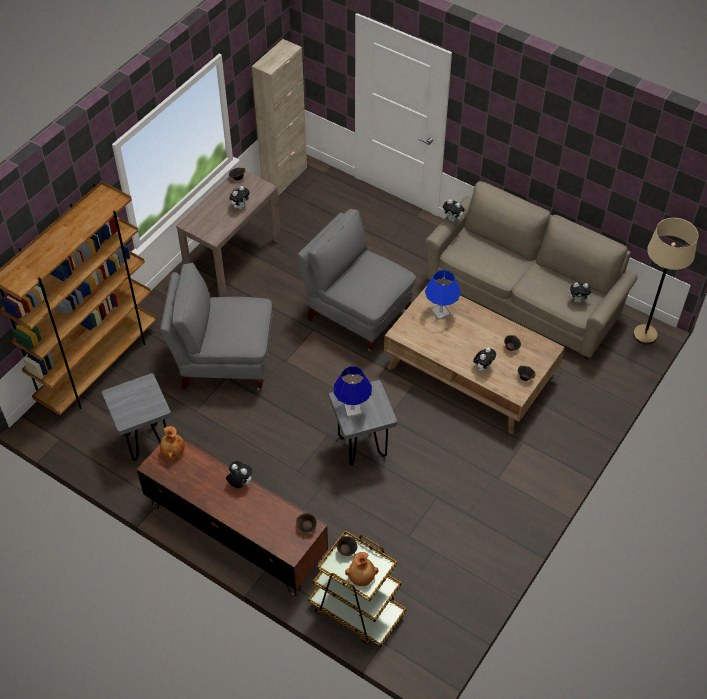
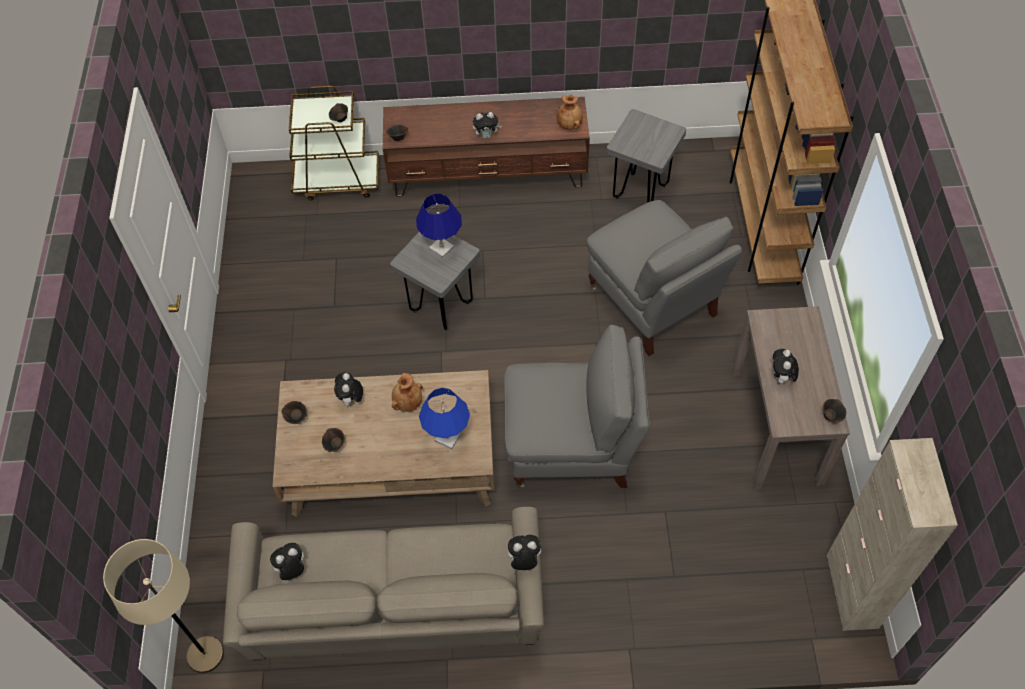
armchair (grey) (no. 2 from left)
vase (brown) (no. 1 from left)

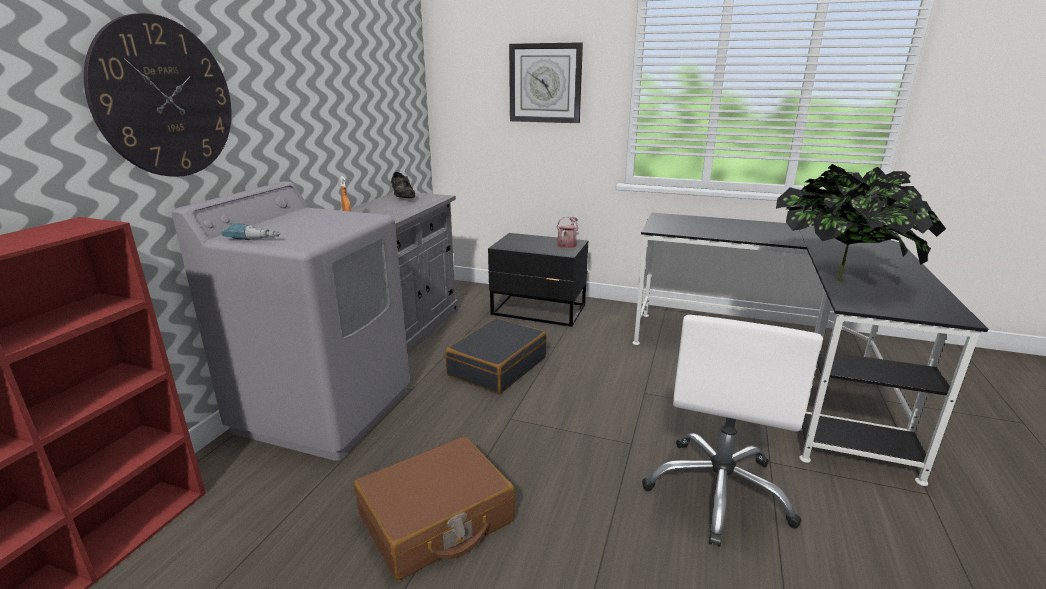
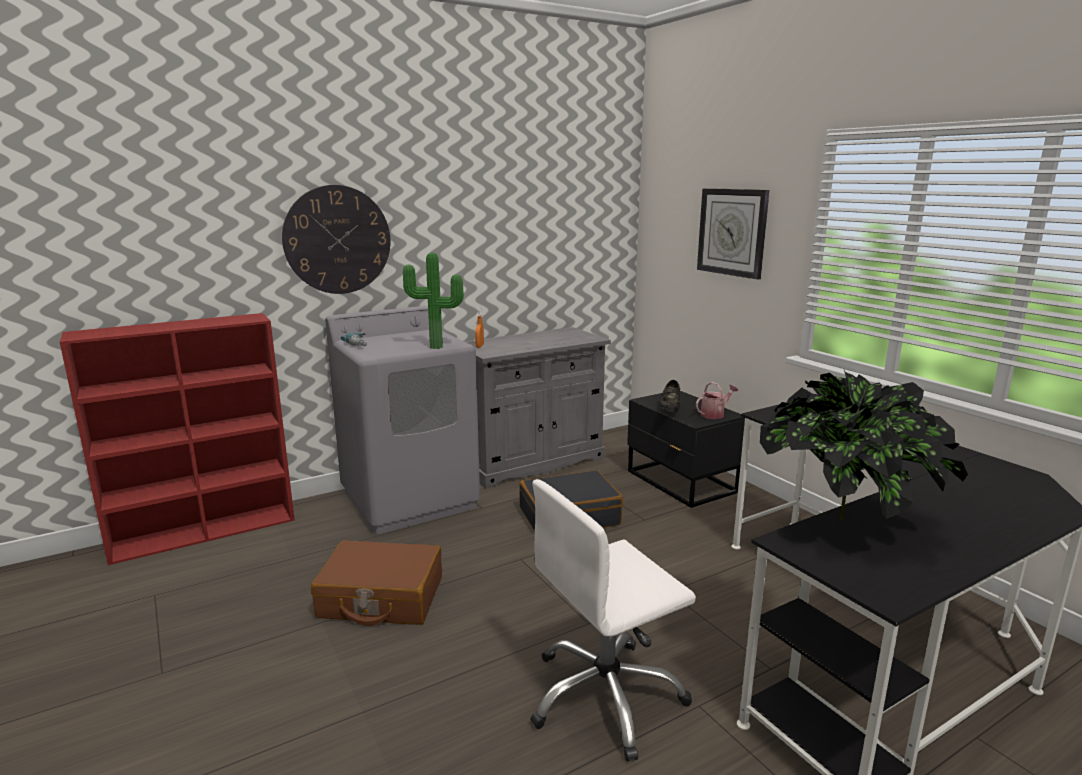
shoe (black)
potted plant (no. 1 from left)

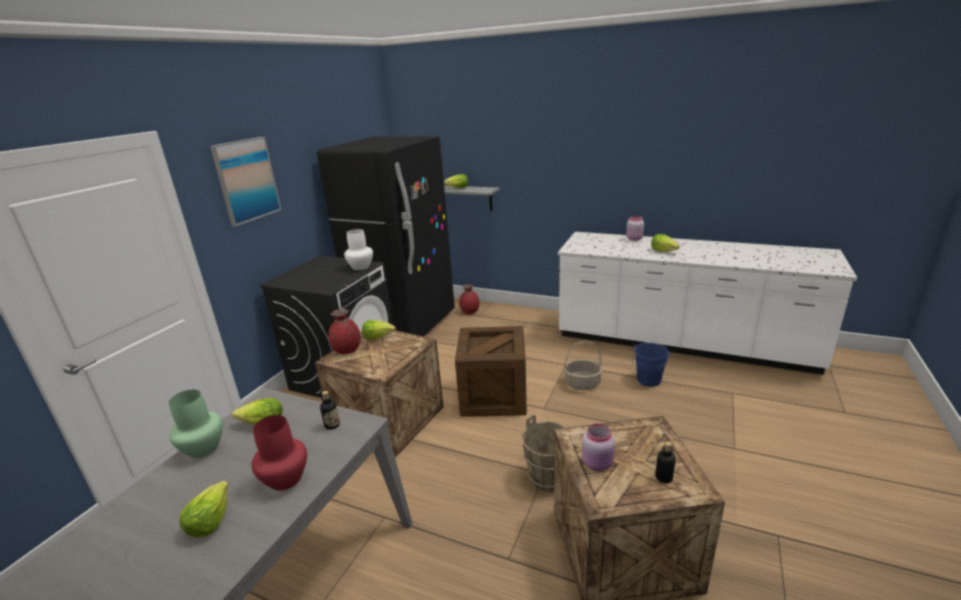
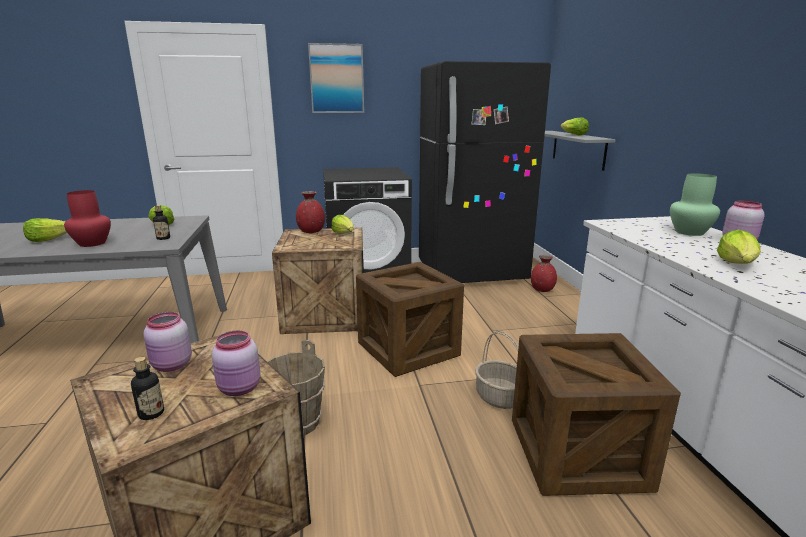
vase (white)
crate (no. 4 from left)
vase (green)
jar (pink) (no. 2 from left)

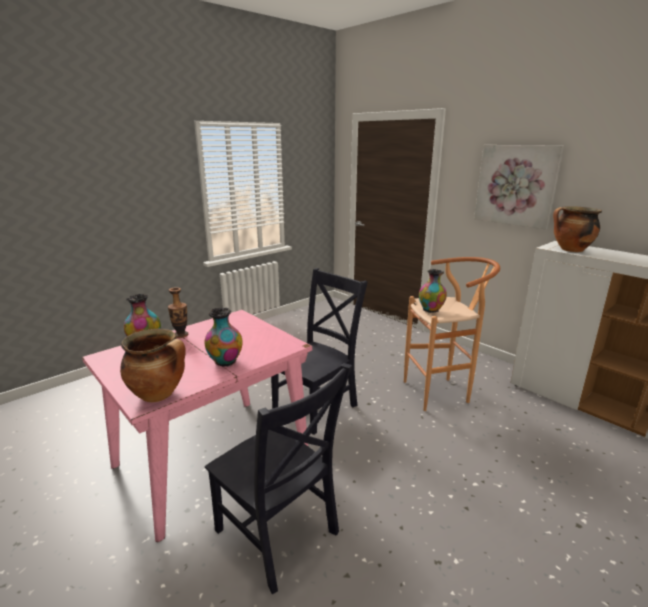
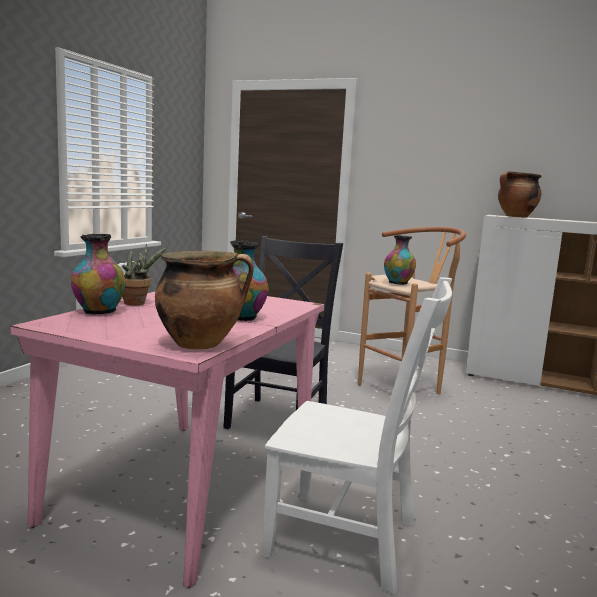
picture
potted plant
chair (white)

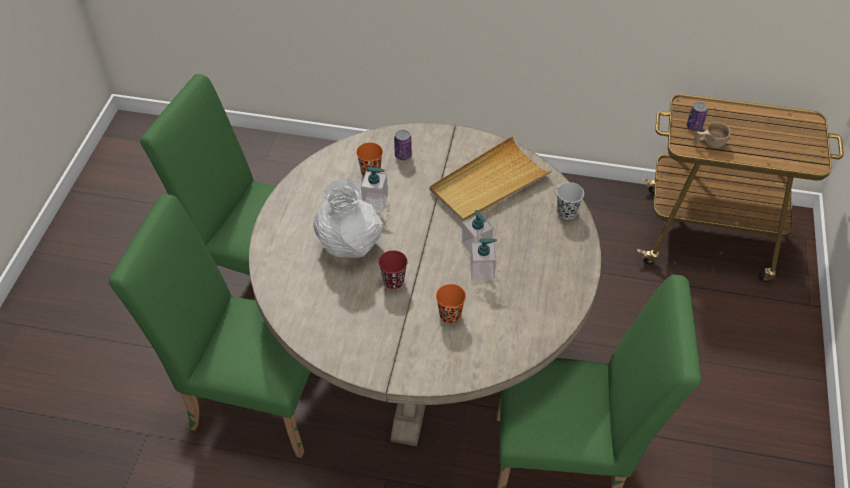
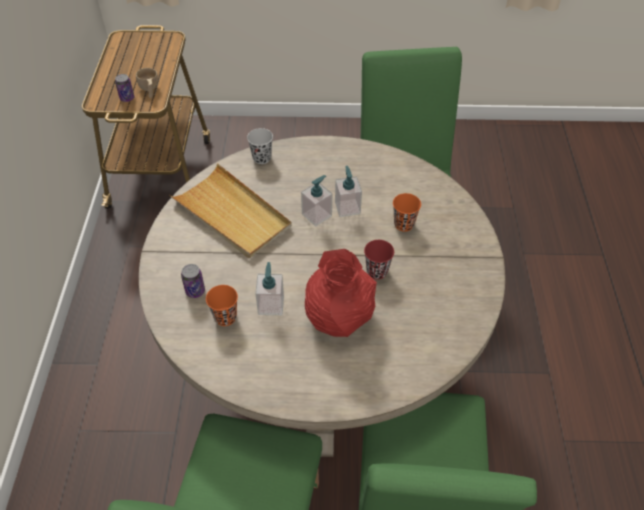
vase (red)

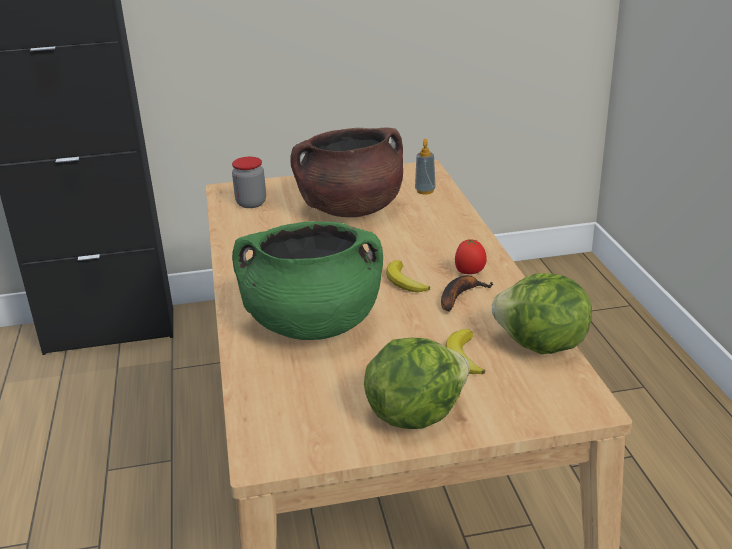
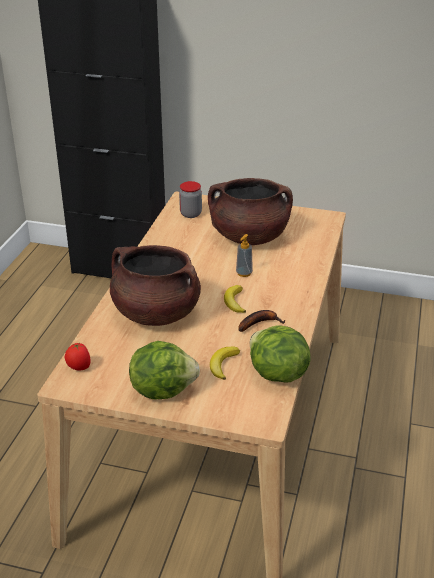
soap dispenser
cooking pot (brown) (no. 1 from left)
tomato

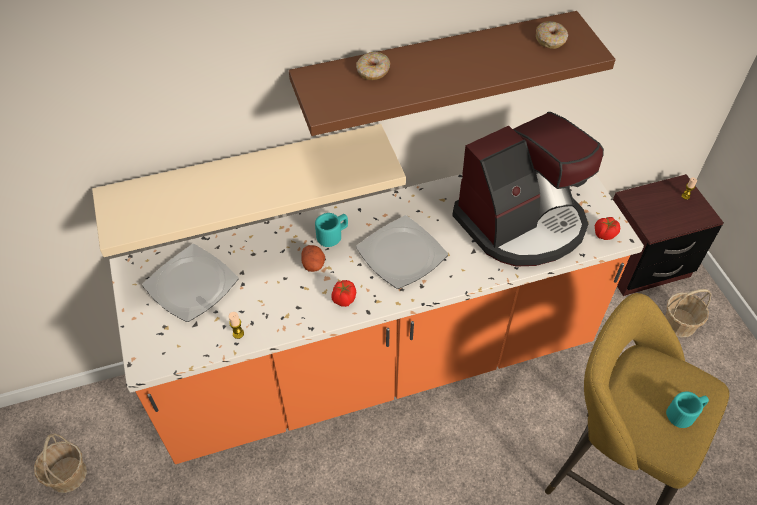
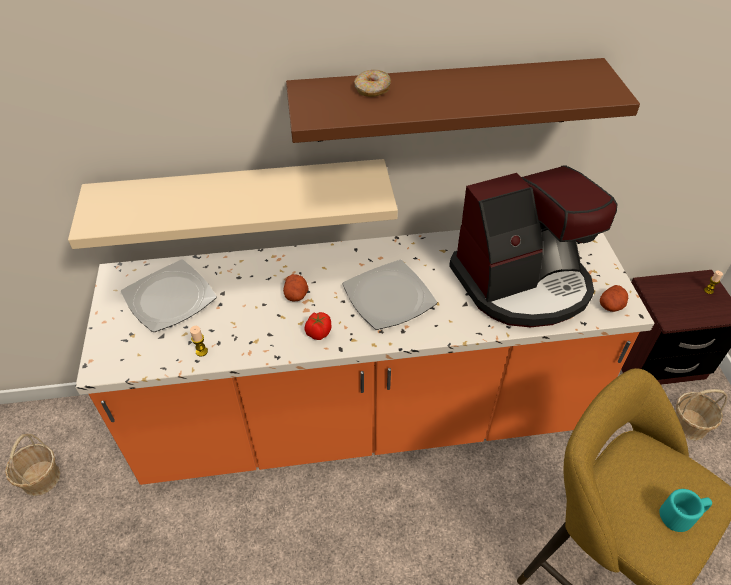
donut (no. 2 from left in the first image)
mug (turquoise) (no. 1 from left in the first image)
potato (no. 2 from left)

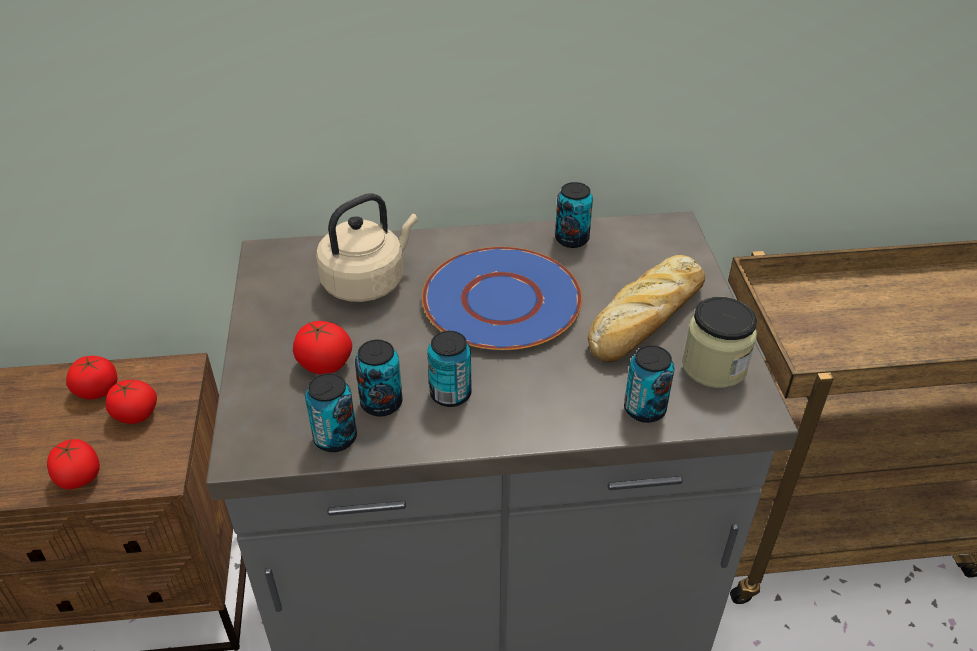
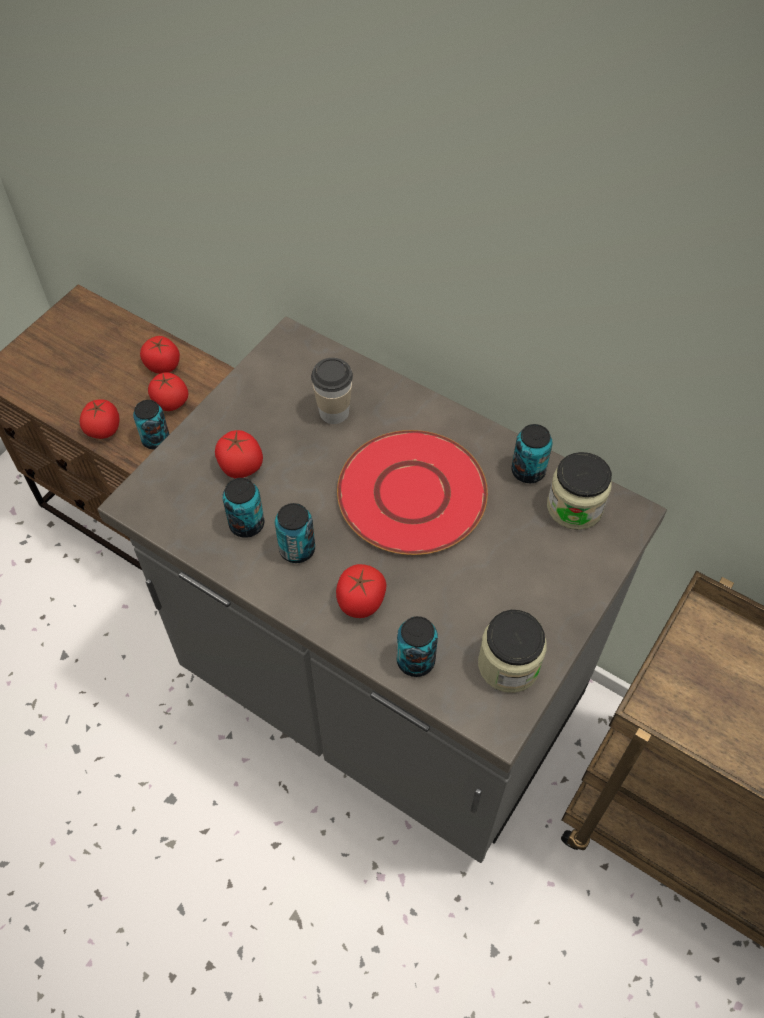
cup
plate (red)
bread
can (no. 1 from left)
jar (no. 2 from left)
tomato (no. 5 from left)

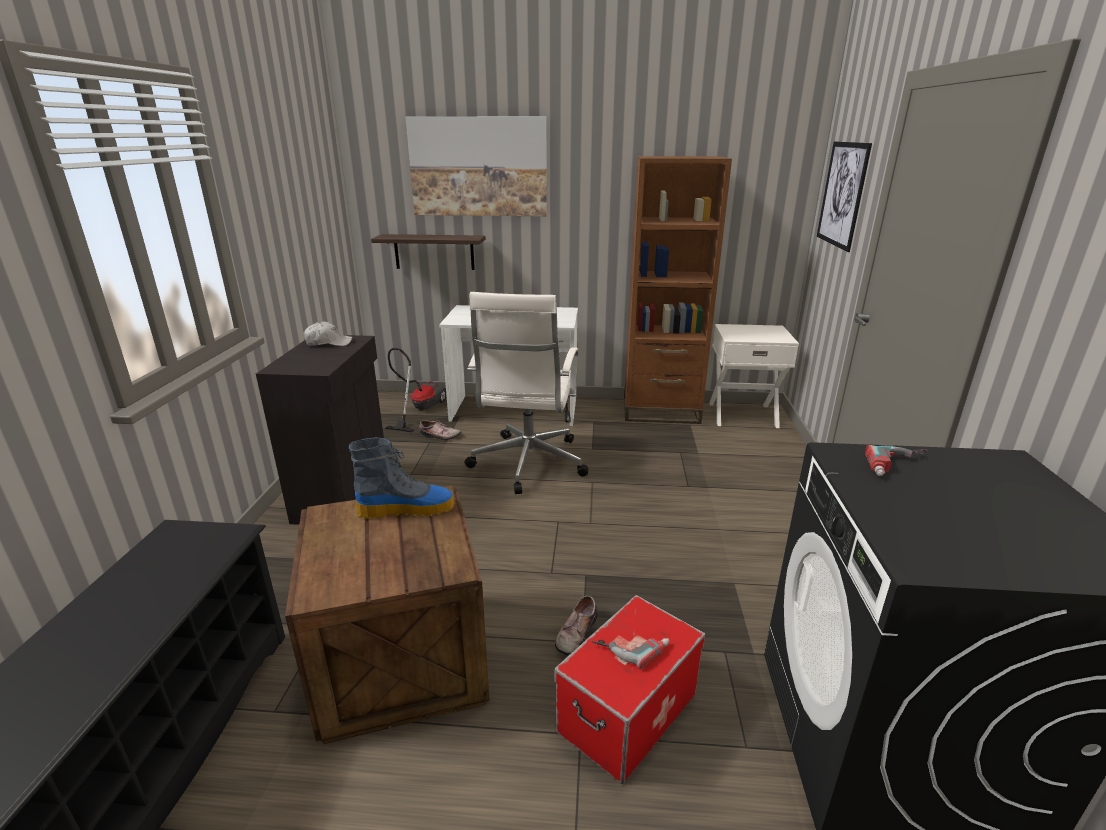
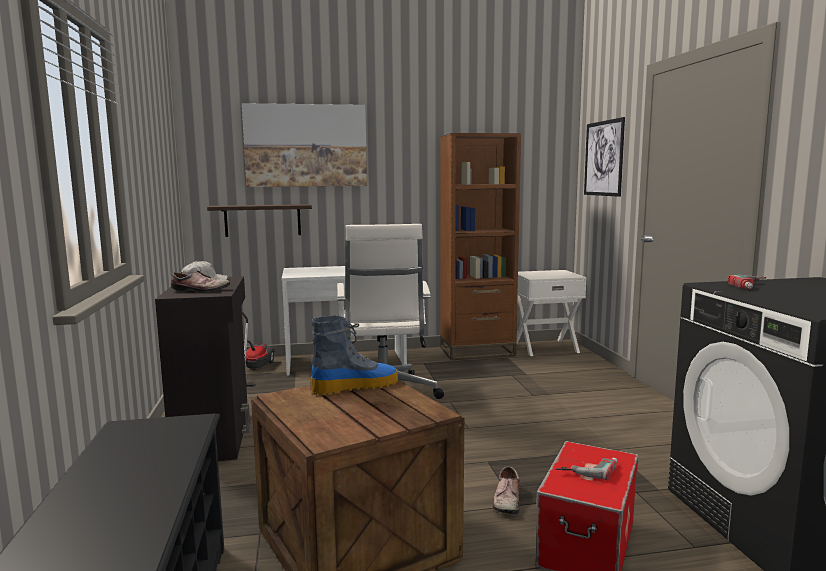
shoe (no. 1 from left)

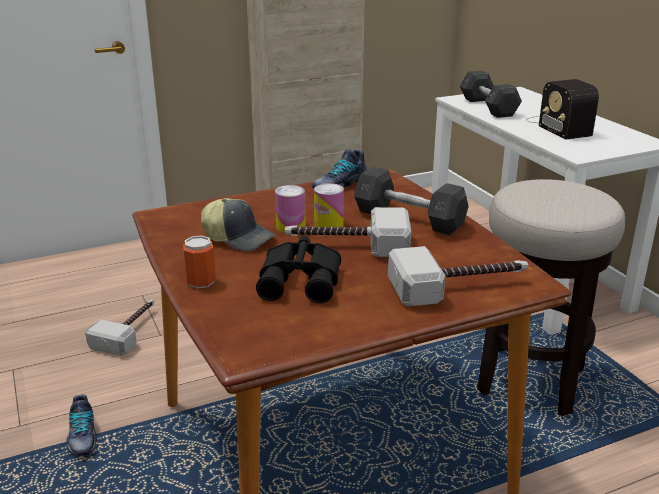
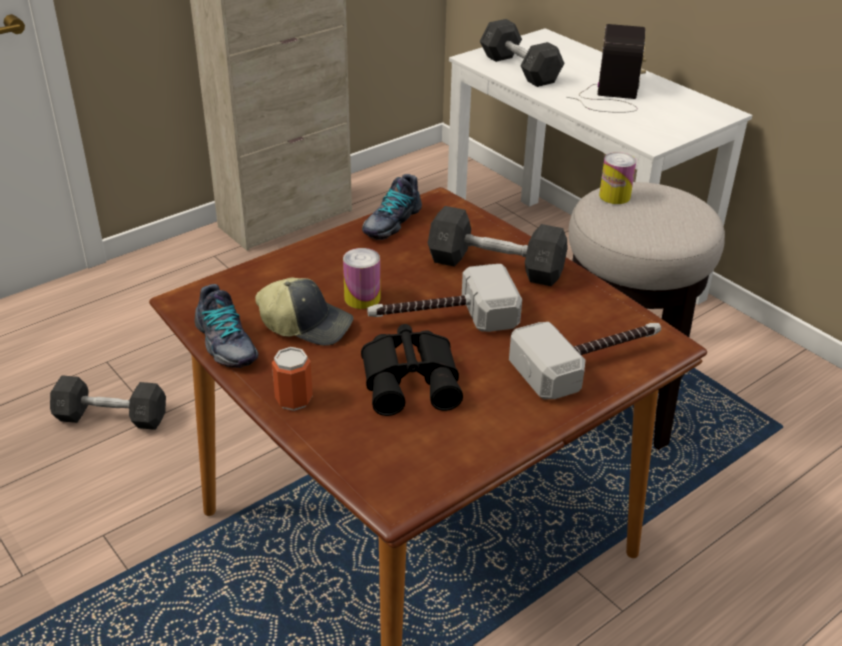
radio
can (no. 3 from left)
dumbbell (grey) (no. 1 from left)
shoe (no. 1 from left)

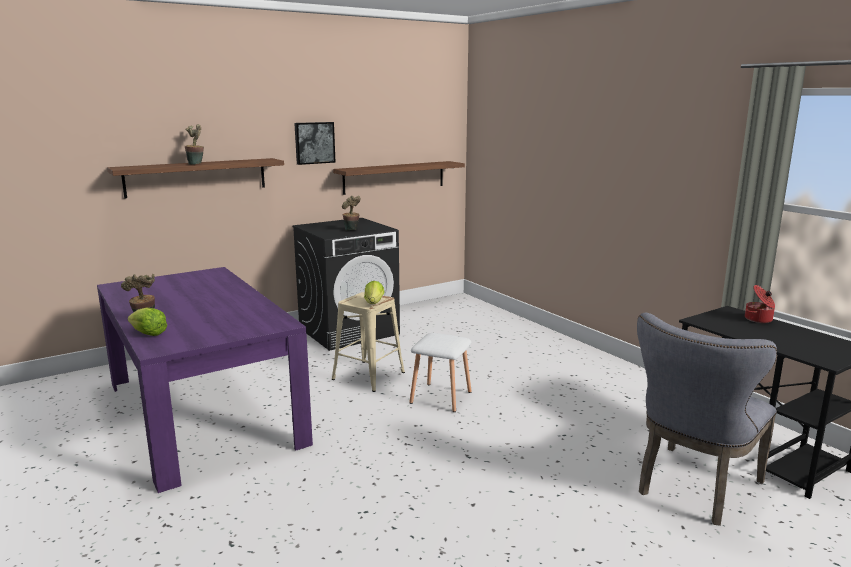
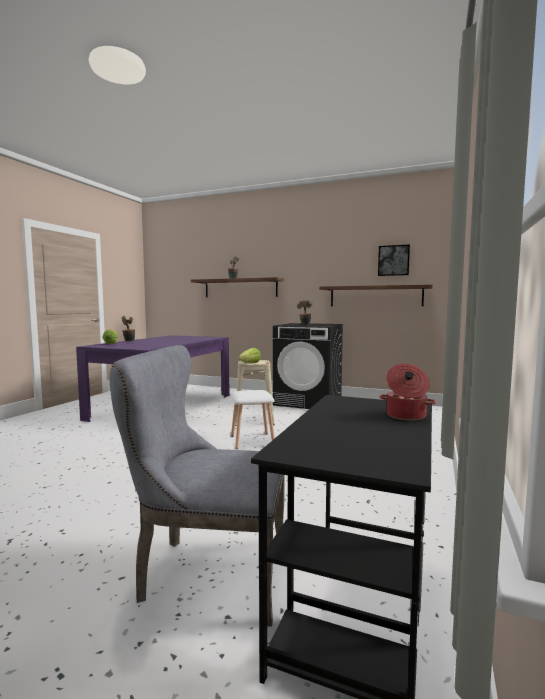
picture

